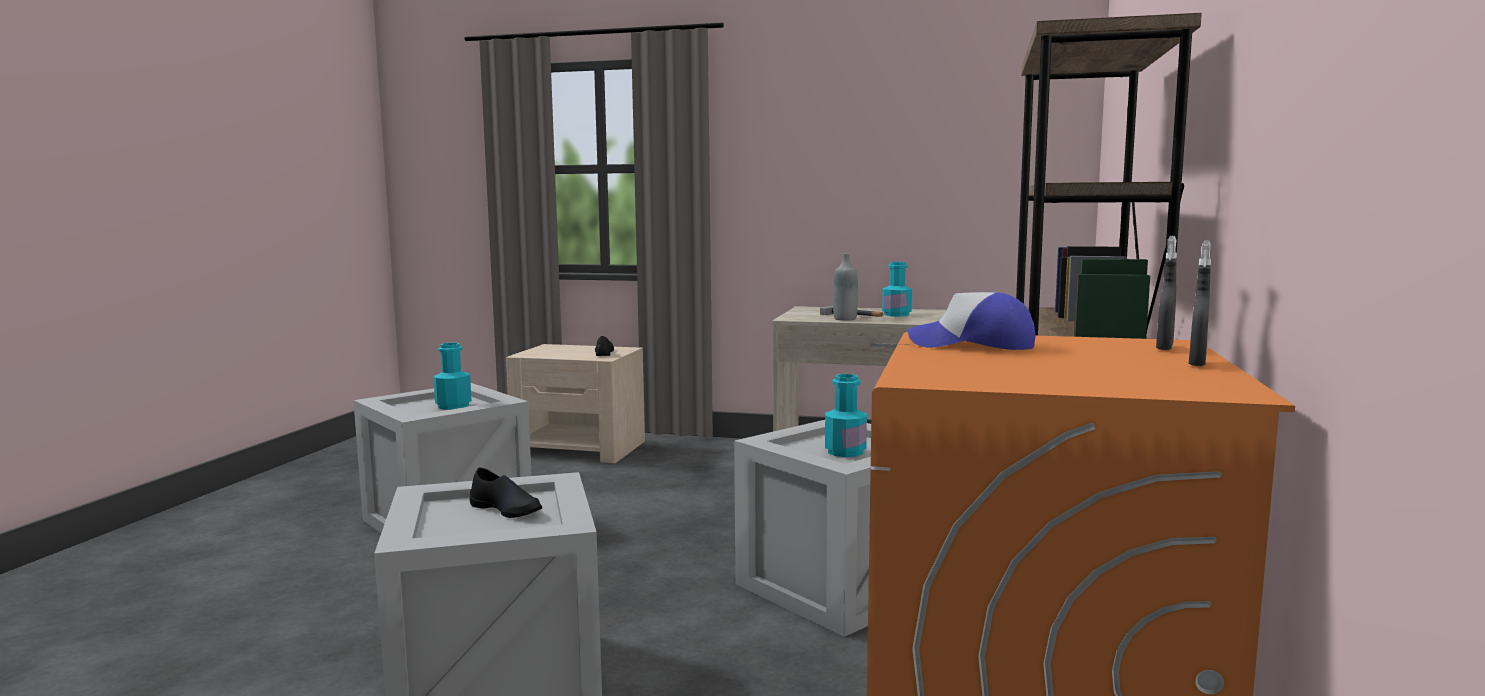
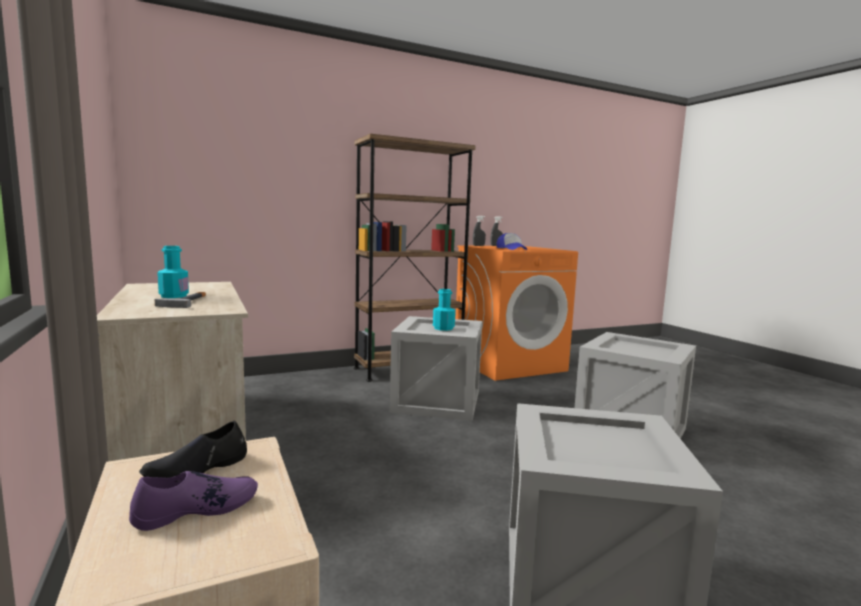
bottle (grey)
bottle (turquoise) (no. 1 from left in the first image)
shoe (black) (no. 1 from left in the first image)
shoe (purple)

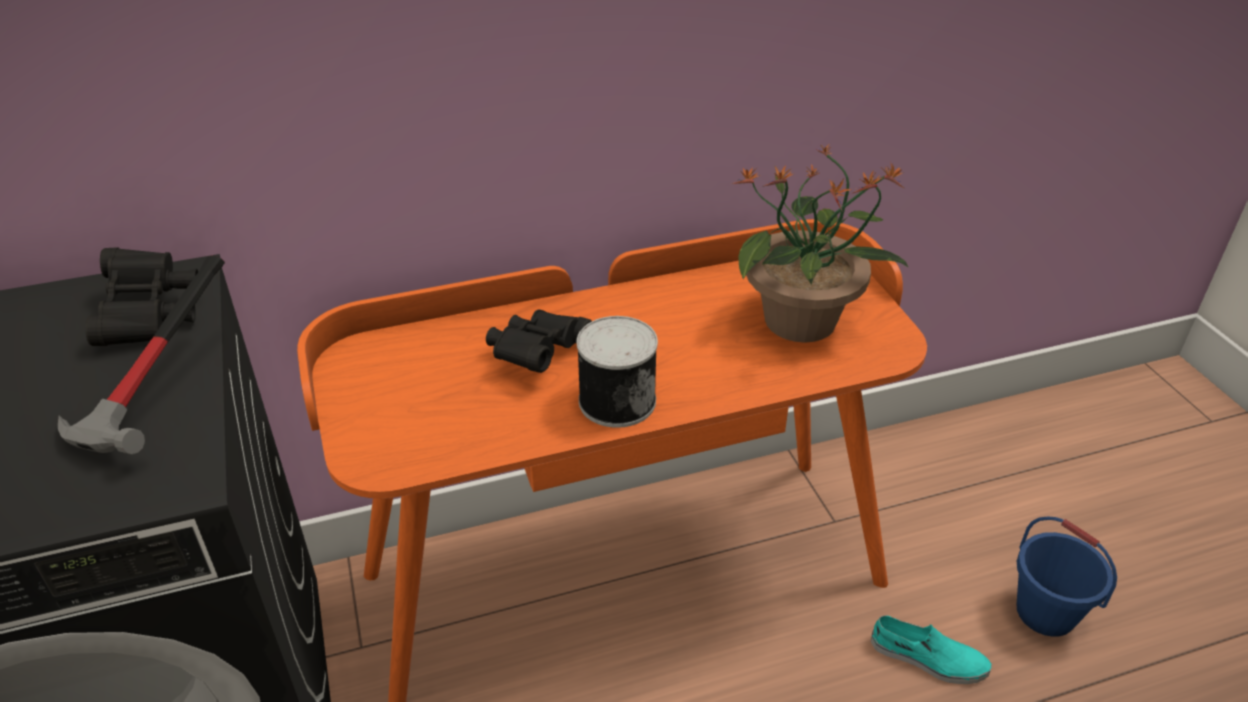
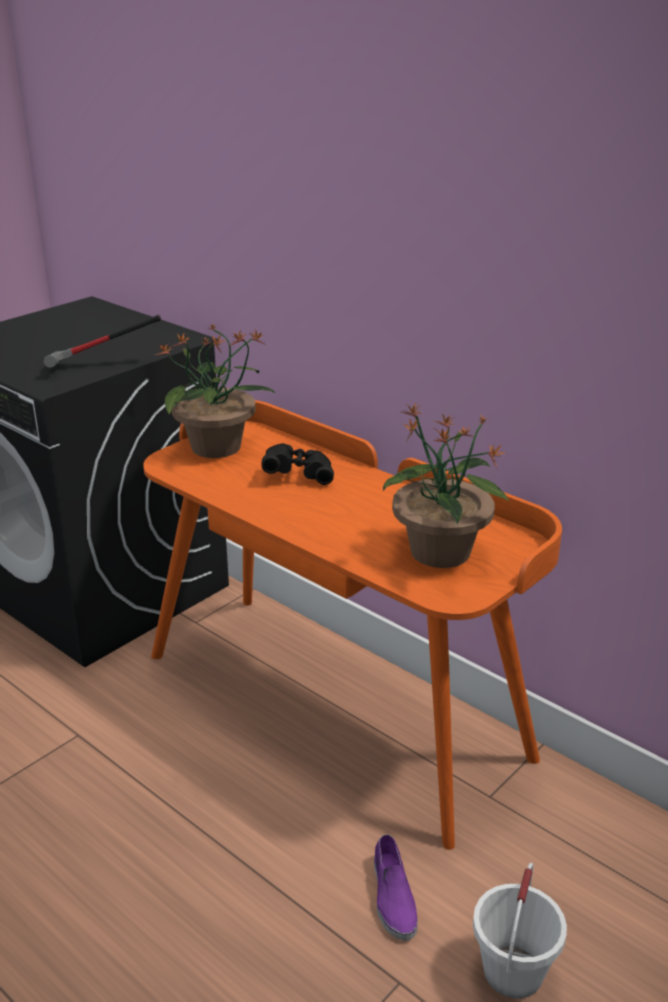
binoculars (black) (no. 1 from left in the first image)
can
bucket (white)
shoe (purple)
potted plant (no. 1 from left)

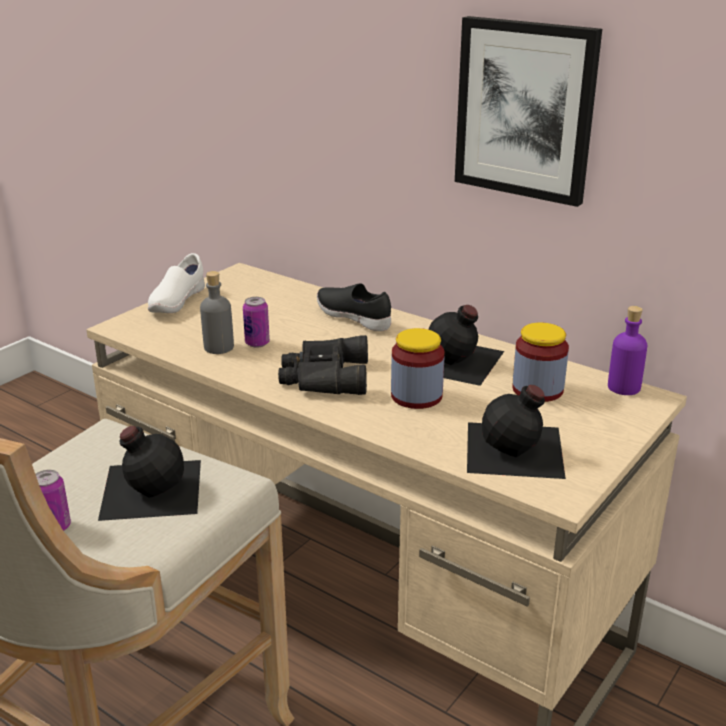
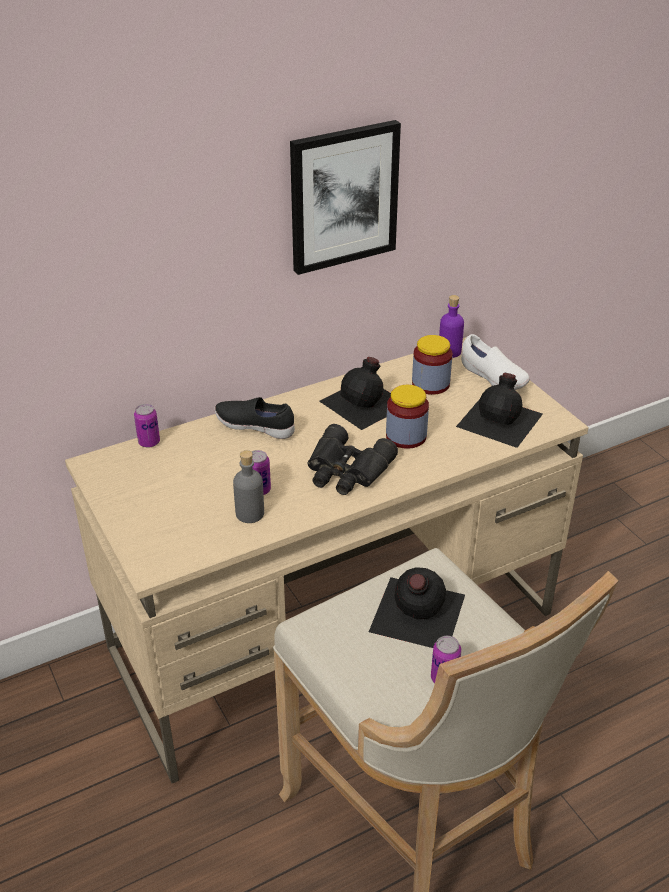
shoe (white)
shoe (black)
can (no. 1 from left)

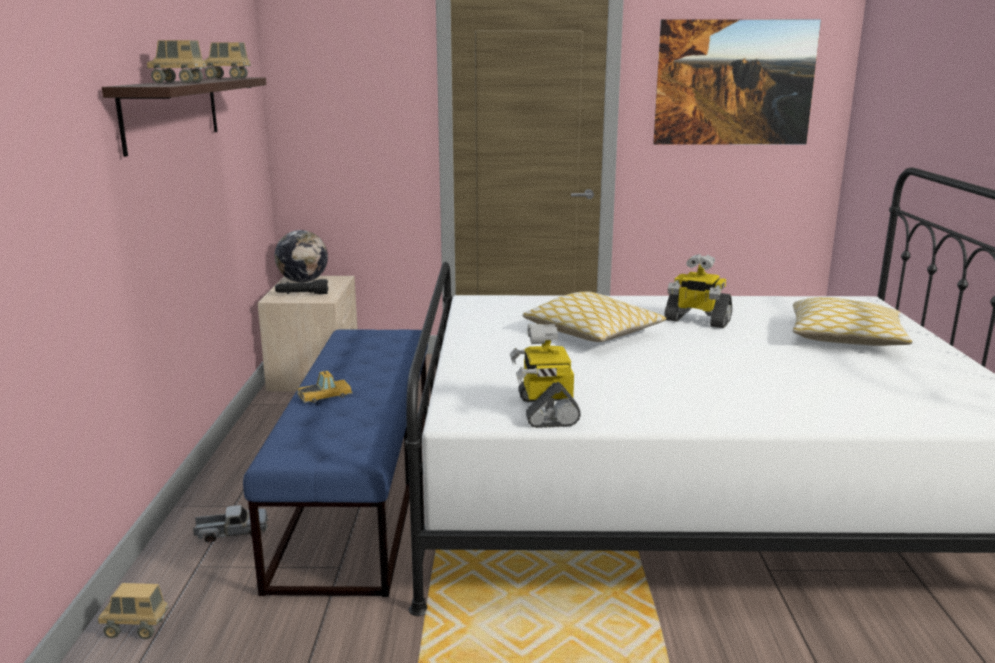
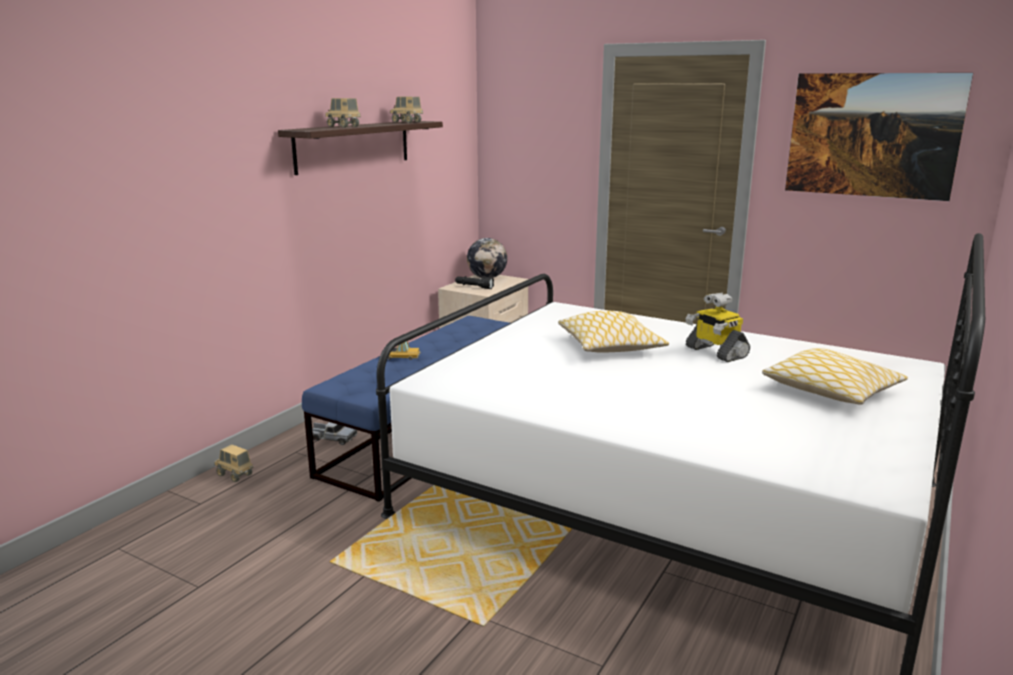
toy robot (no. 1 from left in the first image)

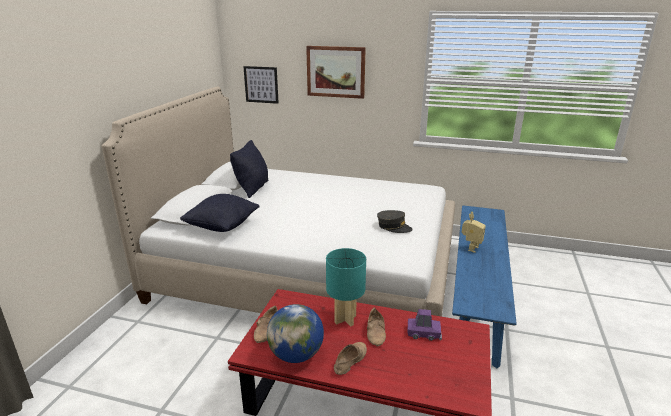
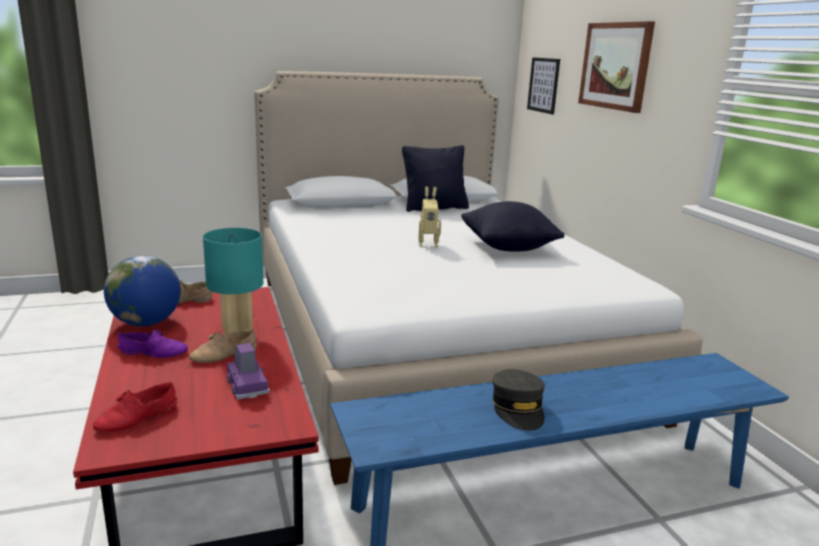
pillow (black) (no. 2 from left)
cap (grey)
toy robot
shoe (purple)
shoe (red)

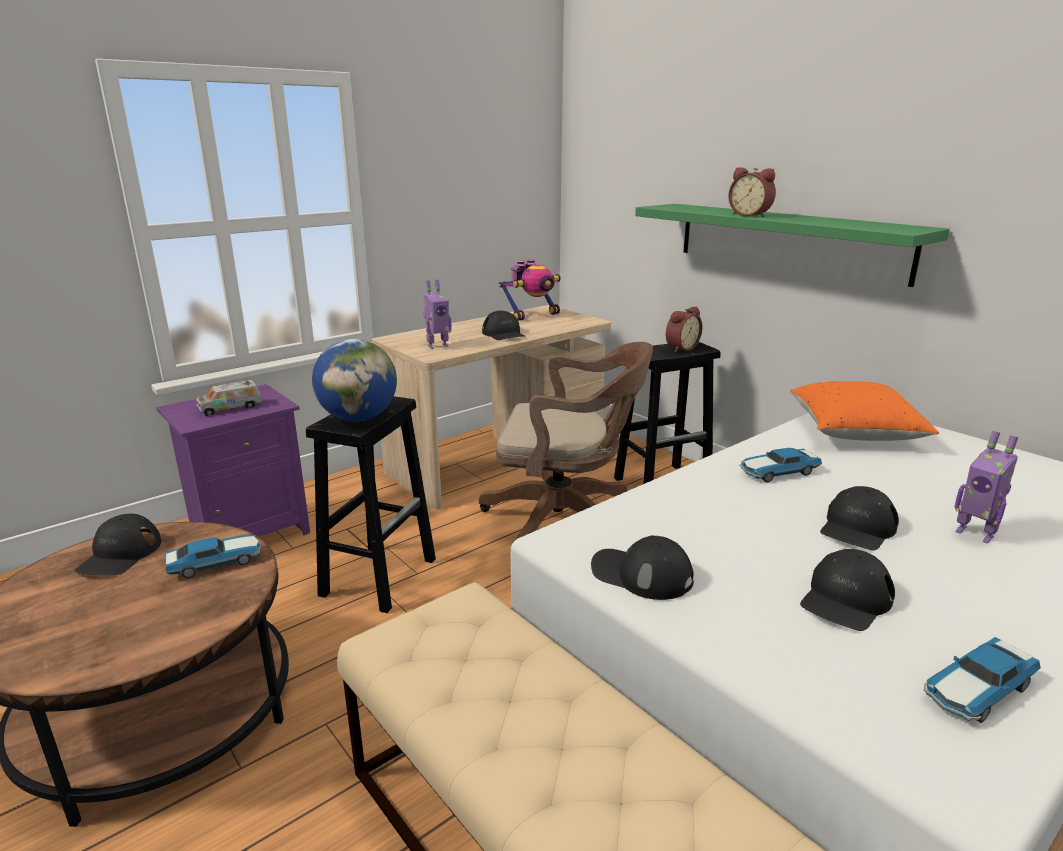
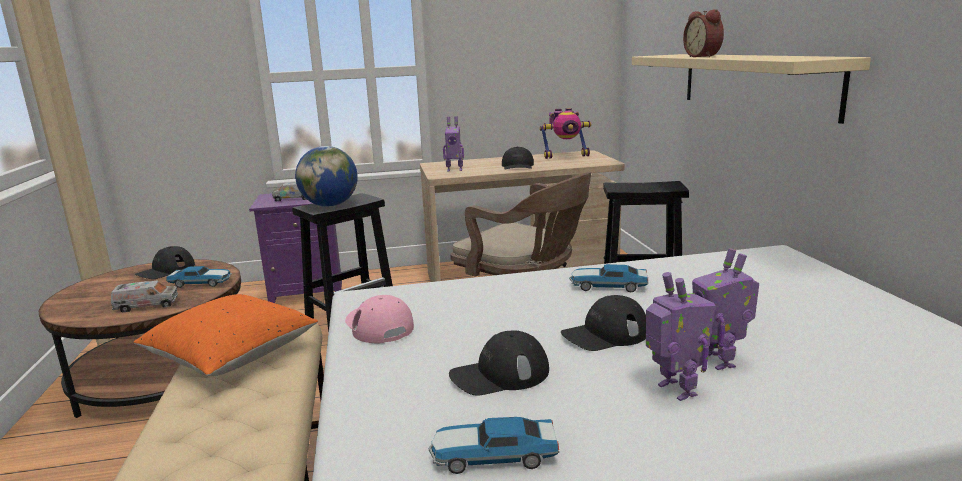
shelf (beige)
alarm clock (no. 1 from left in the first image)
pillow (orange)
cap (pink)
toy robot (no. 3 from left)
toy truck (no. 1 from left)

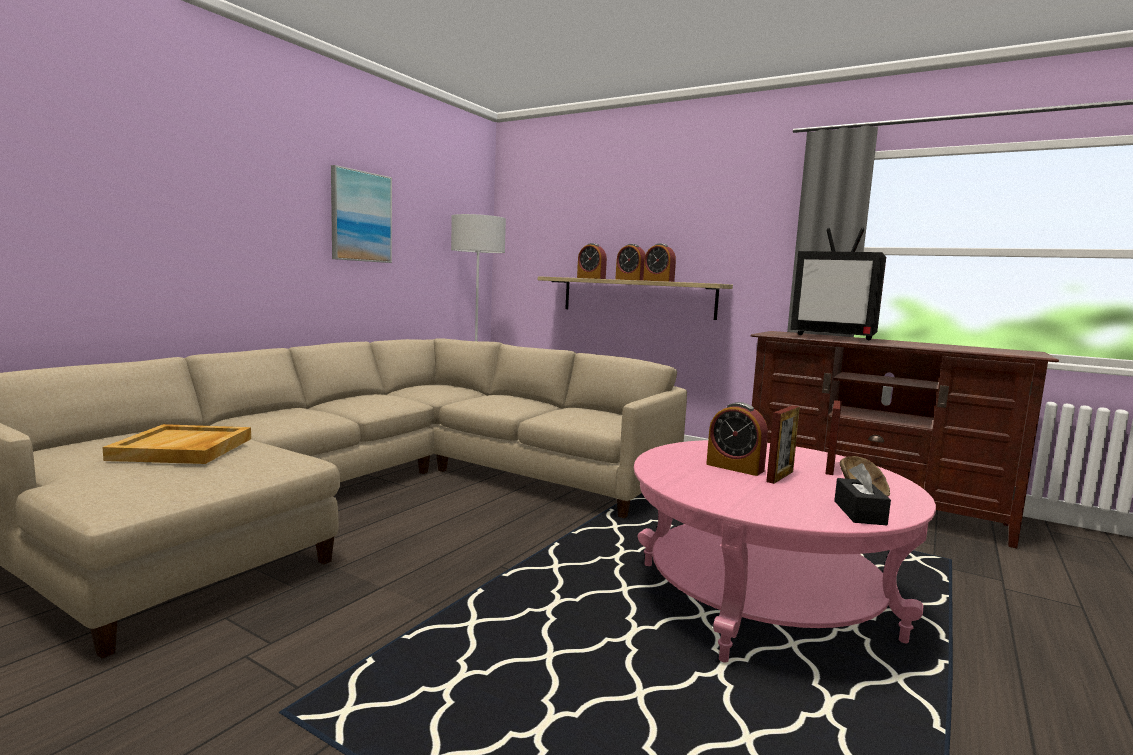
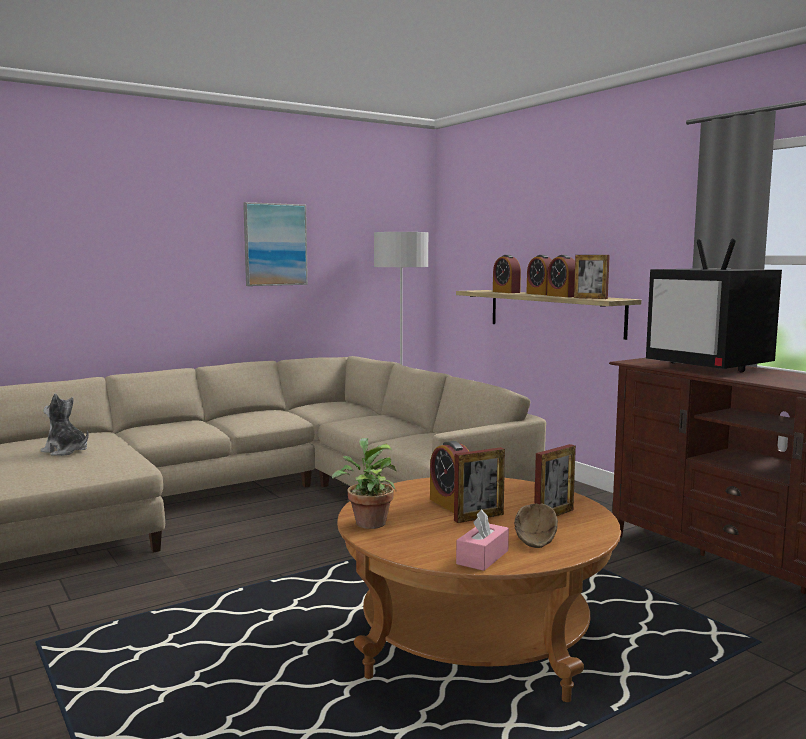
plush toy
coffee table (brown)
tissue box (pink)
picture frame (no. 3 from left)
potted plant

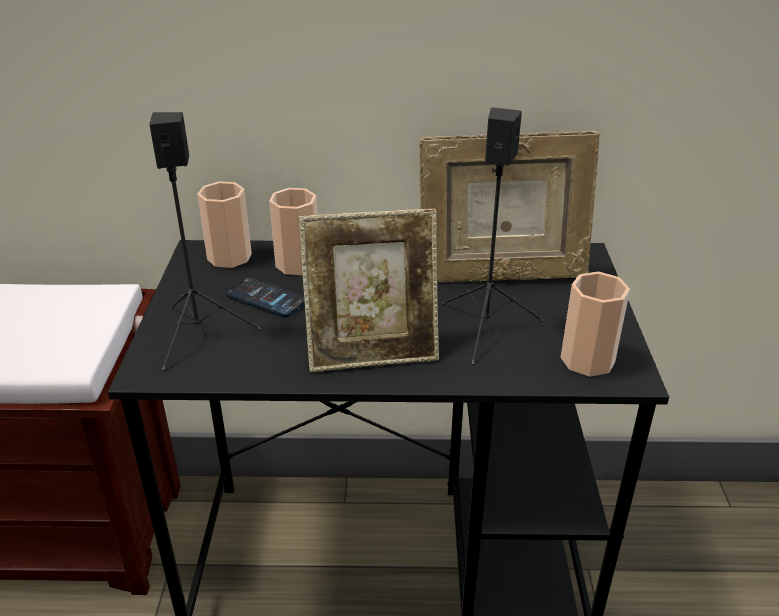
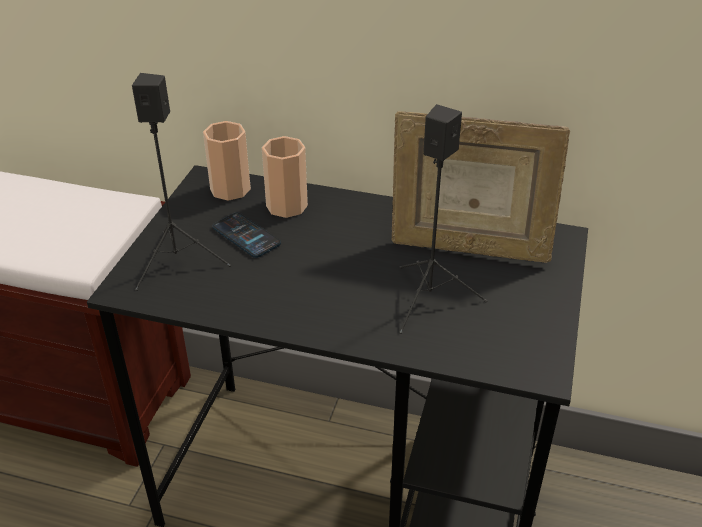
picture frame (no. 1 from left in the first image)
cup (no. 3 from left in the first image)

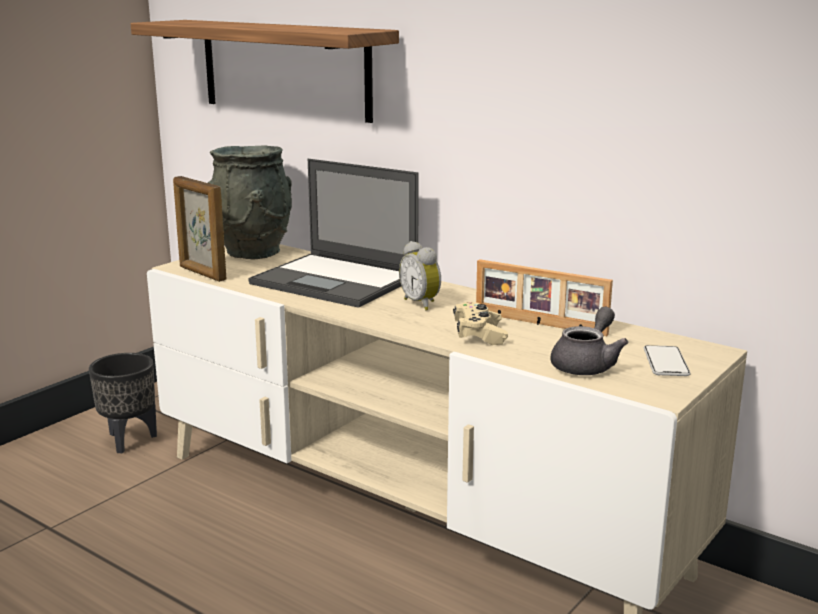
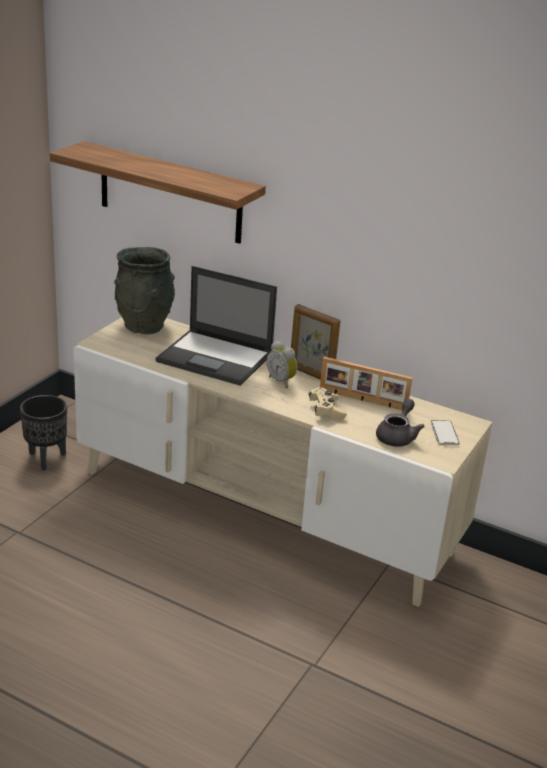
picture frame (no. 1 from left)

